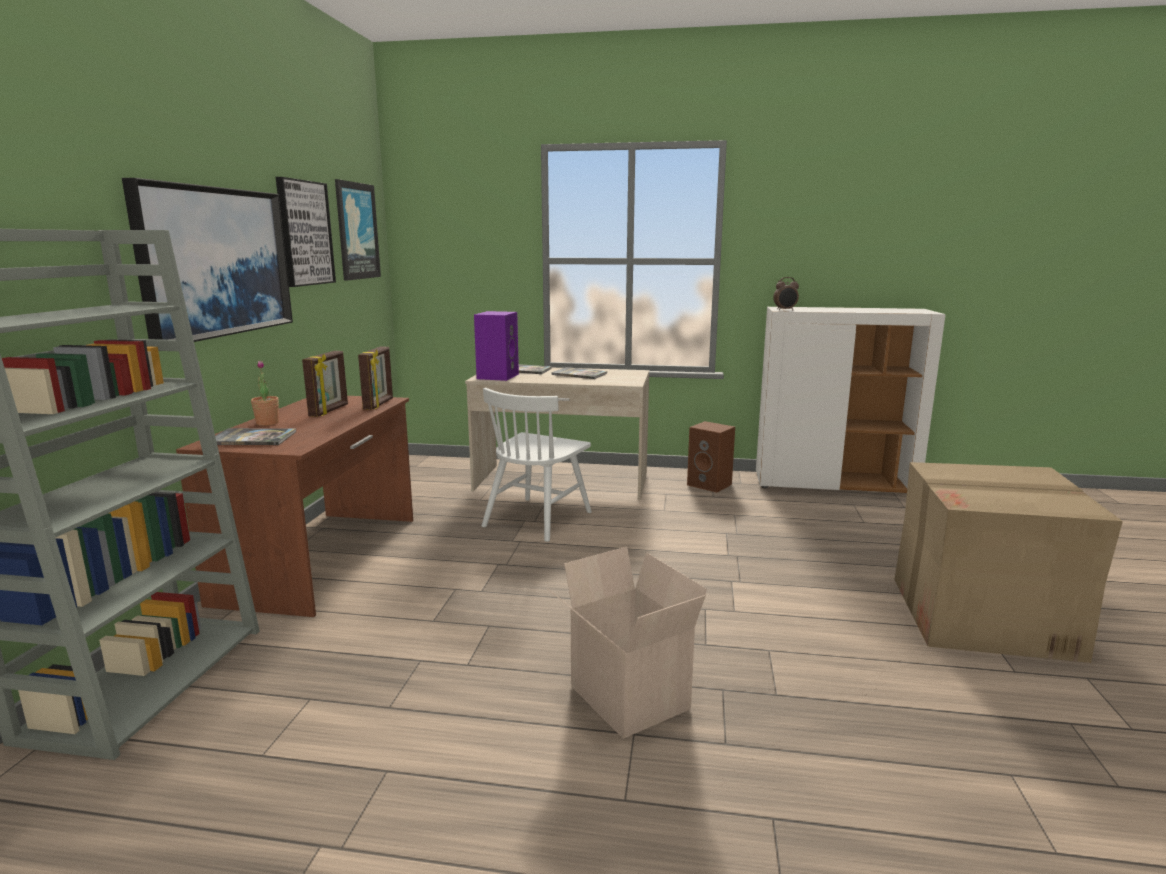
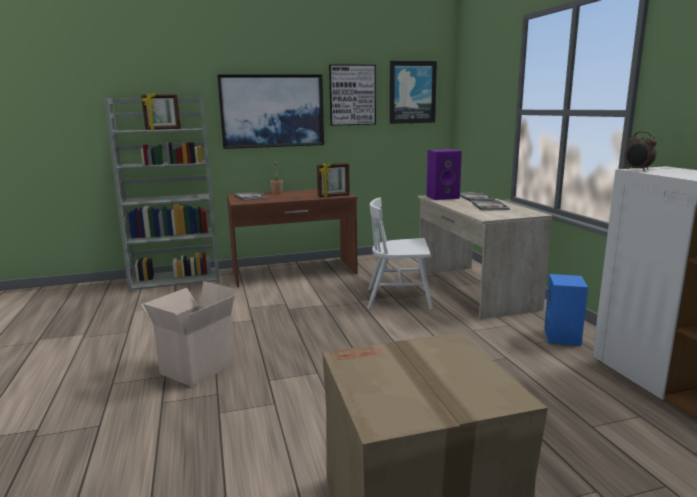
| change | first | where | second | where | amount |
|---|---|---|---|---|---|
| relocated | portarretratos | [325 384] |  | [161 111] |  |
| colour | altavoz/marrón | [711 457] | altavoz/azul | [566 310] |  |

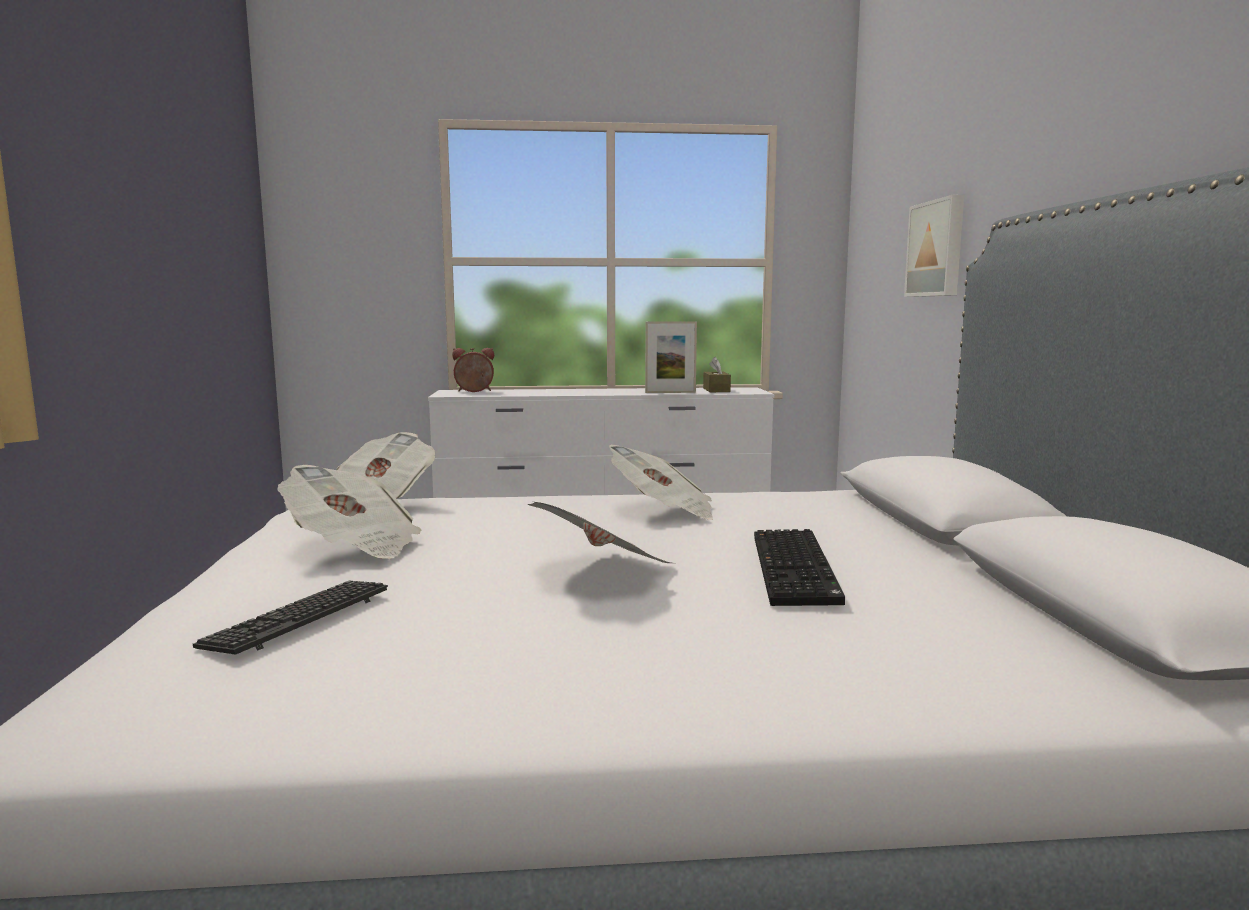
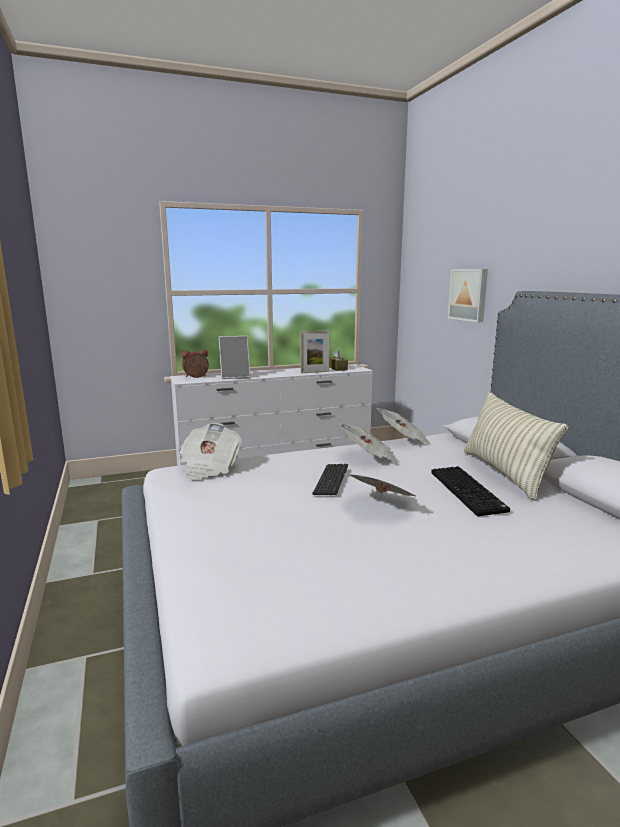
| change | first | where | second | where | amount |
|---|---|---|---|---|---|
| appeared |  |  | portarretratos | [235 357] |  |
| appeared |  |  | cojín | [516 446] |  |
| relocated | teclado | [290 618] |  | [330 479] |  |
| relocated | periódico | [349 512] |  | [404 426] |  |

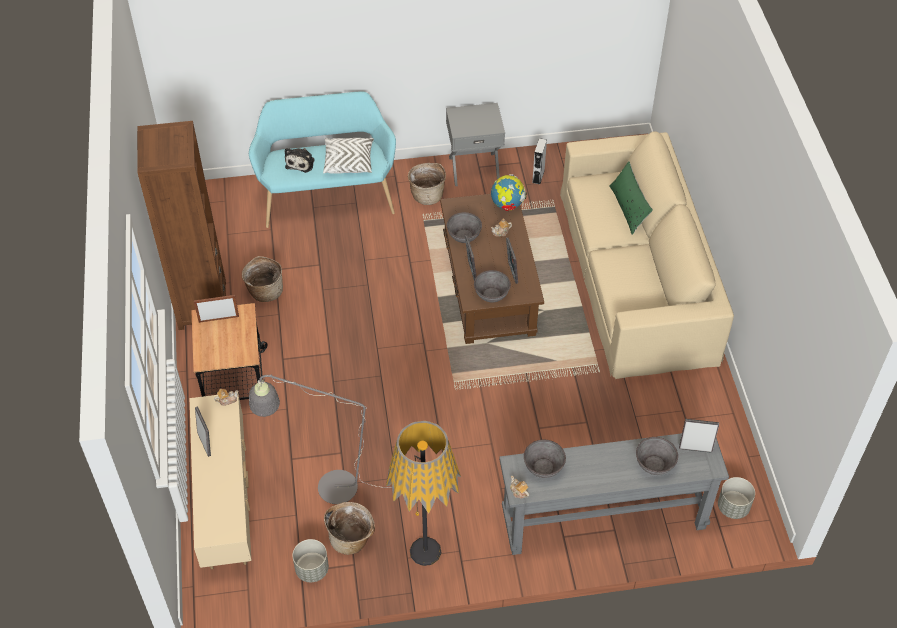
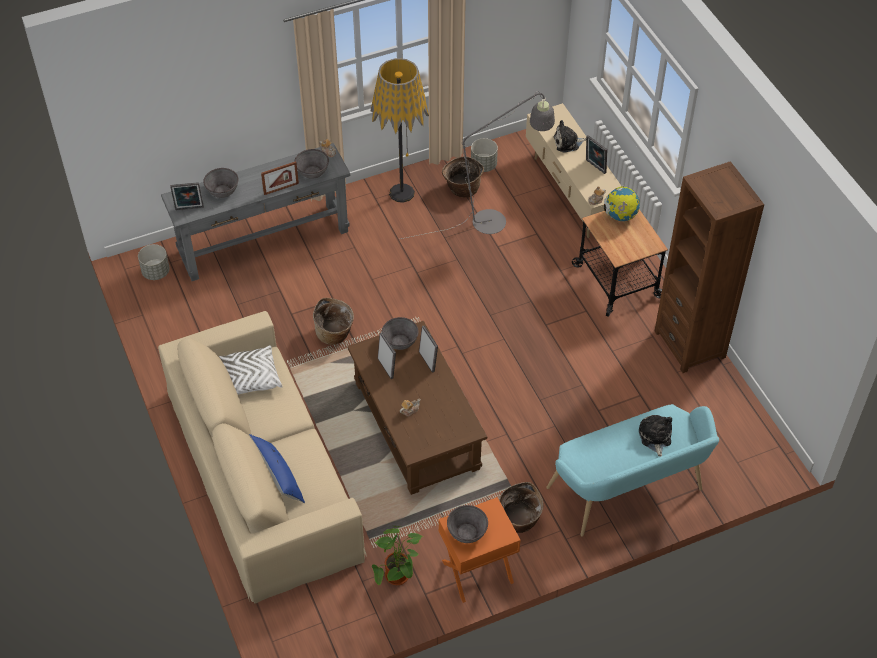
| change | first | where | second | where | amount |
|---|---|---|---|---|---|
| appeared |  |  | peluche | [569 136] |  |
| relocated | portarretratos | [216 309] |  | [280 178] |  |
| relocated | cesta | [262 279] |  | [333 321] |  |
| relocated | cojín/blanco | [348 156] |  | [251 370] |  |
| relocated | cuenco/gris | [464 227] |  | [467 524] |  |
| relocated | globo terráqueo | [509 192] |  | [622 203] |  |
| exchanged | altavoz/gris | [539 161] | planta en maceta | [397 555] |  |
| colour | mesita de noche/gris | [475 144] | mesita de noche/naranja | [480 550] |  |
| colour | cojín/verde | [631 198] | cojín/azul | [277 468] |  |

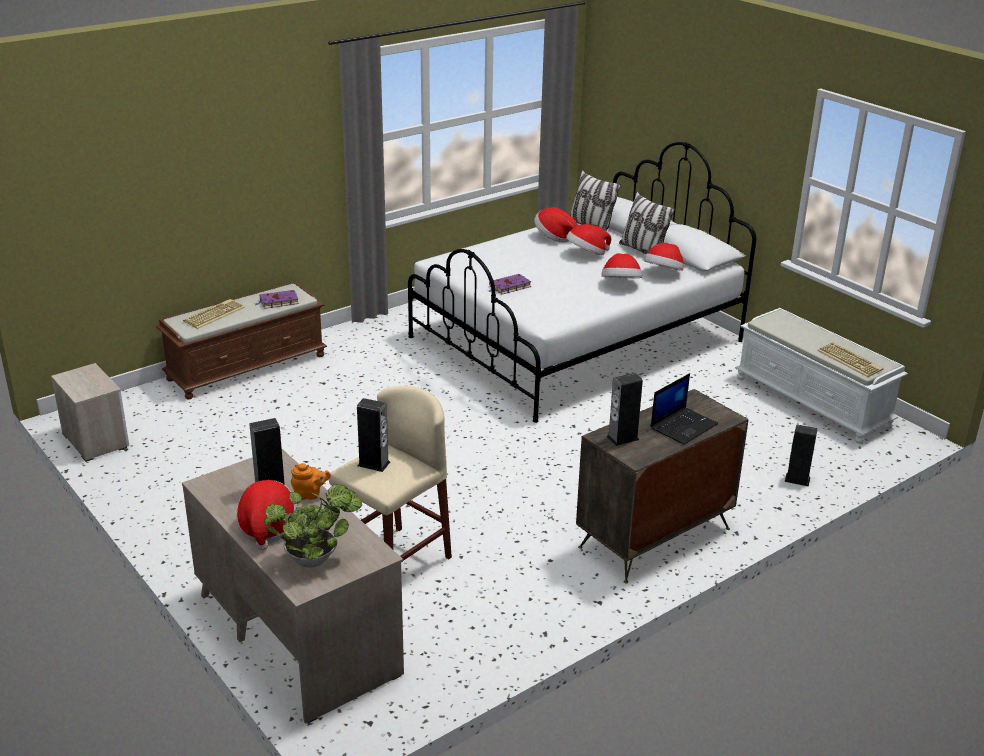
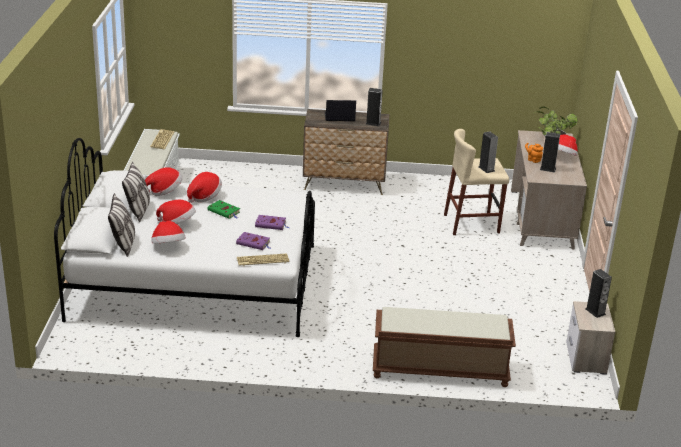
| change | first | where | second | where | amount |
|---|---|---|---|---|---|
| appeared |  |  | libro/verde | [224 209] |  |
| relocated | teclado | [214 314] |  | [263 259] |  |
| relocated | libro/morado | [277 299] |  | [253 241] |  |
| relocated | altavoz | [801 455] |  | [599 293] |  |

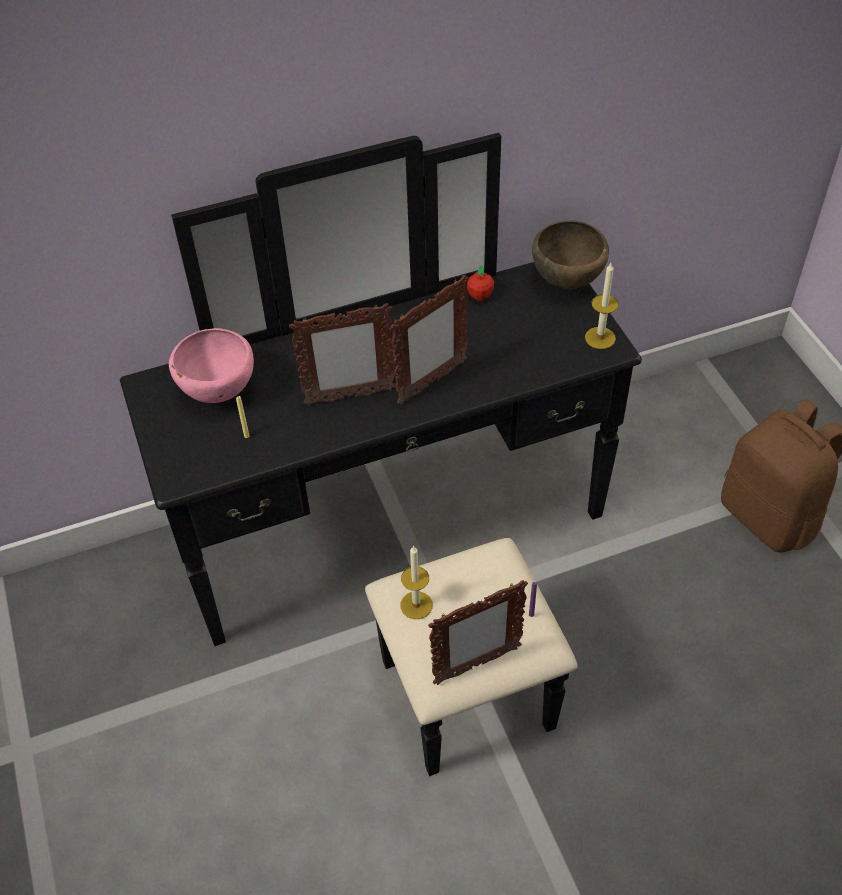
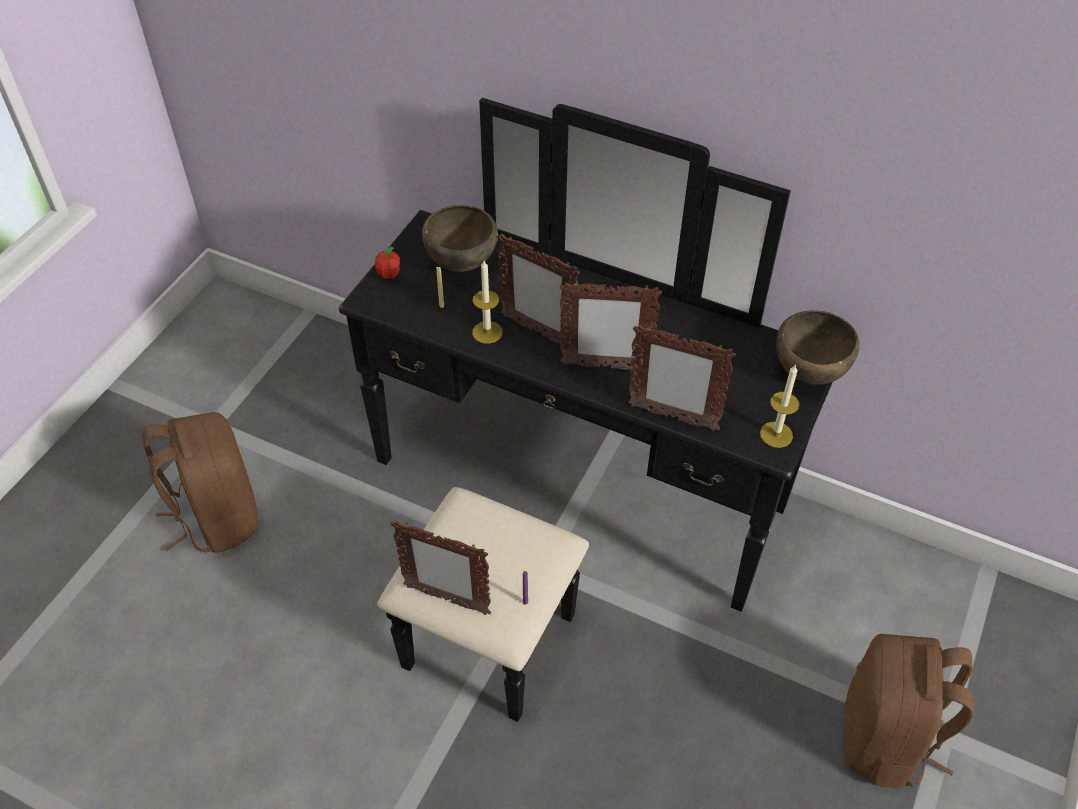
| change | first | where | second | where | amount |
|---|---|---|---|---|---|
| appeared |  |  | mochila/marrón | [200 482] |  |
| appeared |  |  | portarretratos | [682 377] |  |
| relocated | vela | [416 582] |  | [487 302] |  |
| relocated | manzana | [480 283] |  | [387 263] |  |
| colour | cuenco/rosa | [211 365] | cuenco/marrón | [460 238] |  |

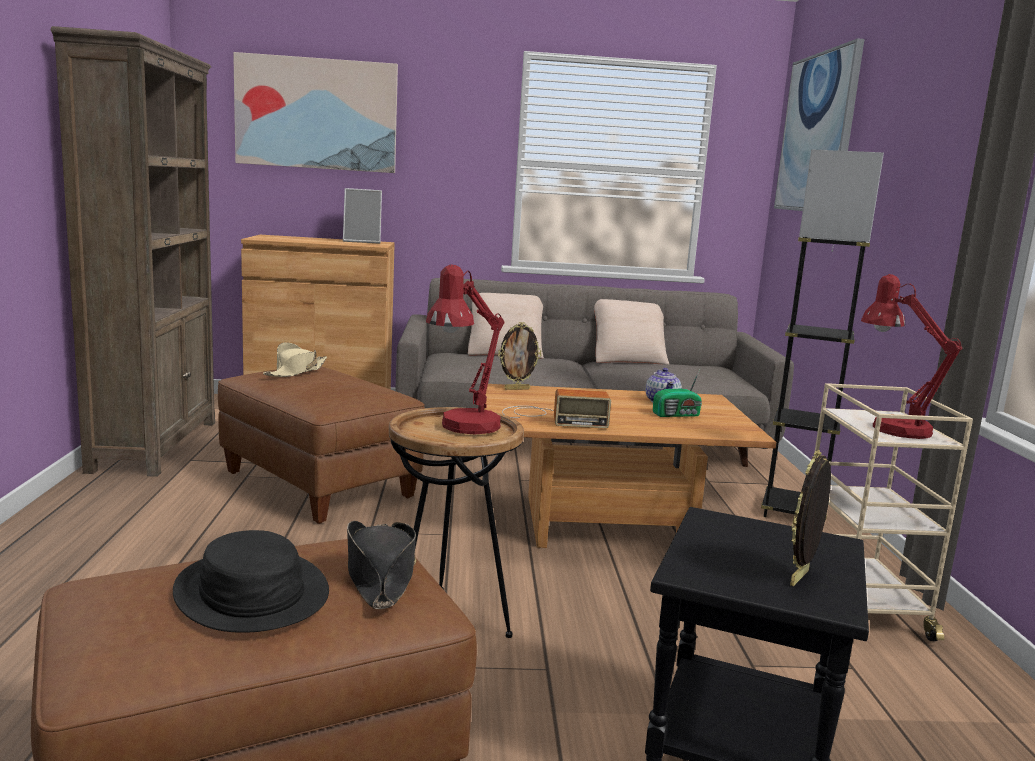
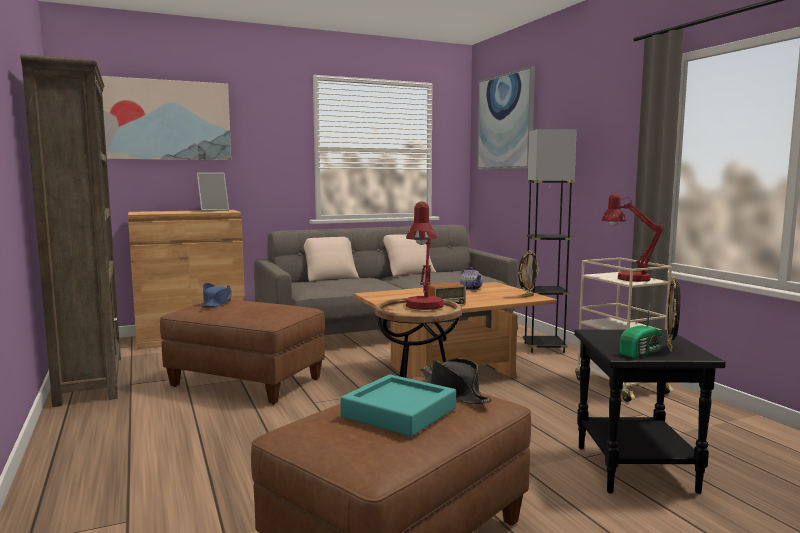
| change | first | where | second | where | amount |
|---|---|---|---|---|---|
| relocated | portarretratos | [520 356] |  | [528 274] |  |
| relocated | radio | [677 393] |  | [641 330] |  |
| exchanged | sombrero/negro | [251 581] | bandeja/turquesa | [398 405] |  |
| colour | sombrero/beis | [295 359] | sombrero/azul | [216 295] |  |

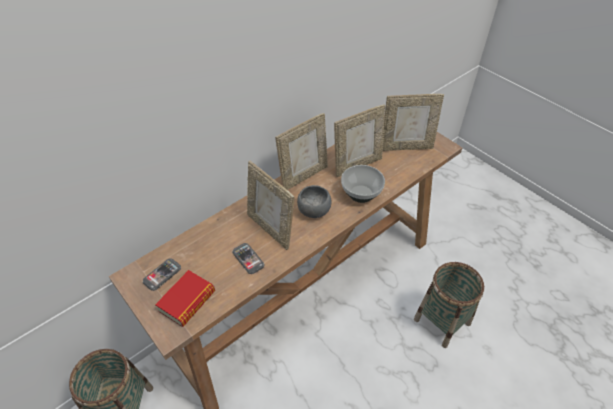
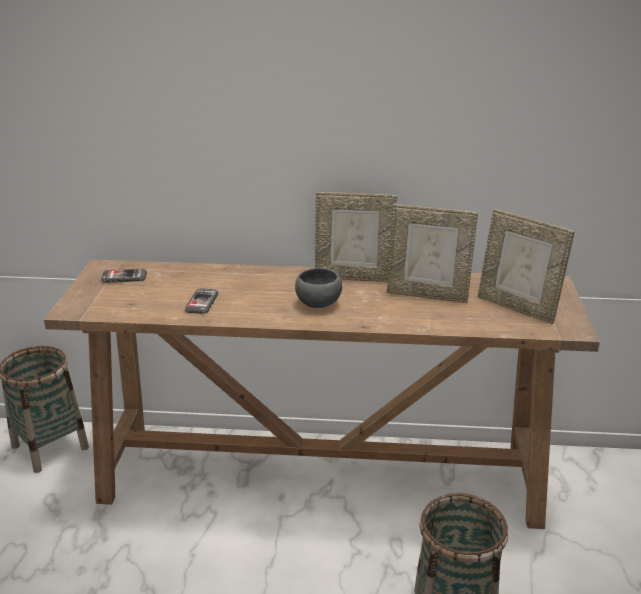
| change | first | where | second | where | amount |
|---|---|---|---|---|---|
| missing | libro | [185 298] |  |  |  |
| missing | portarretratos | [270 205] |  |  |  |
| missing | cuenco | [363 184] |  |  |  |

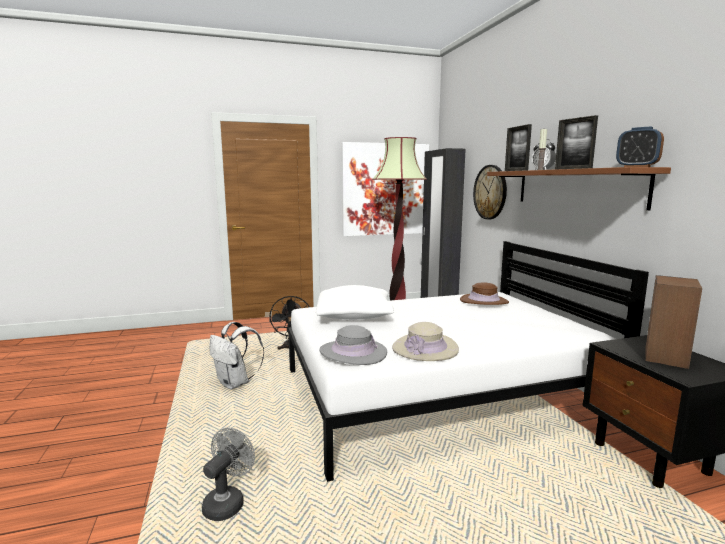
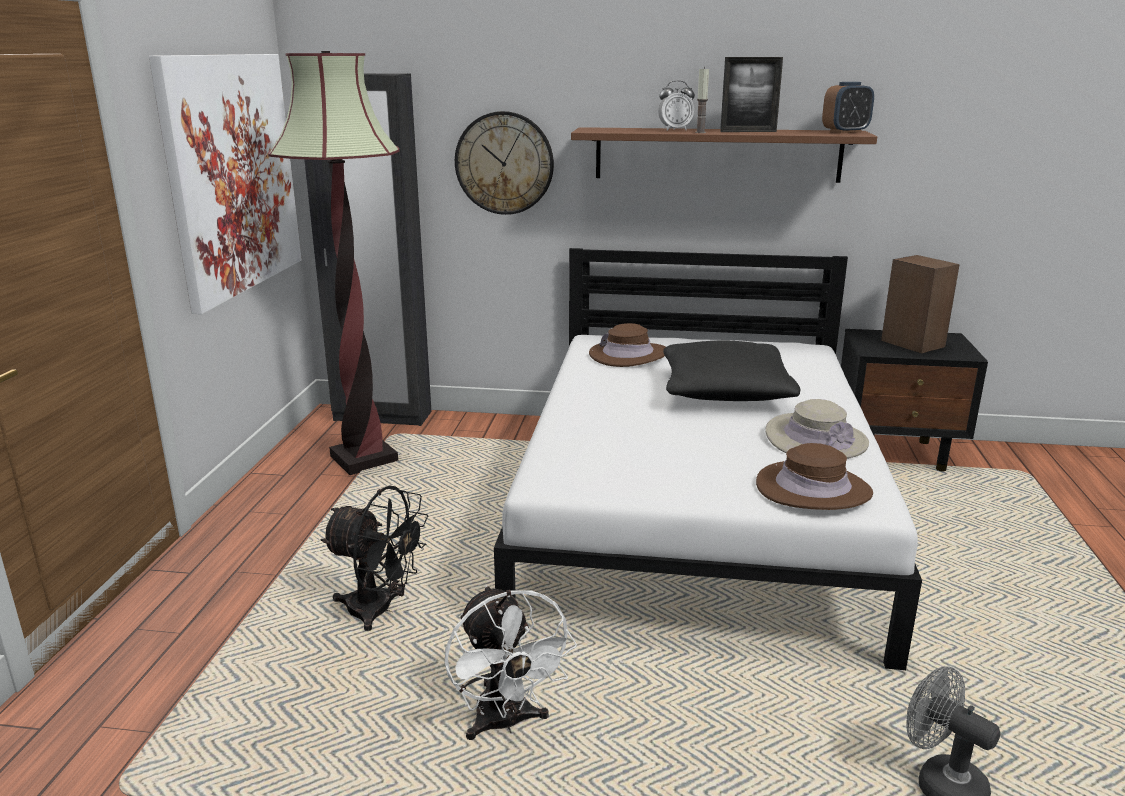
| change | first | where | second | where | amount |
|---|---|---|---|---|---|
| missing | cojín/blanco | [355 302] |  |  |  |
| missing | portarretratos | [518 147] |  |  |  |
| appeared |  |  | cojín/negro | [731 371] |  |
| exchanged | mochila/blanco | [236 355] | ventilador/blanco | [511 663] |  |
| colour | sombrero/gris | [353 345] | sombrero/marrón | [814 476] |  |

